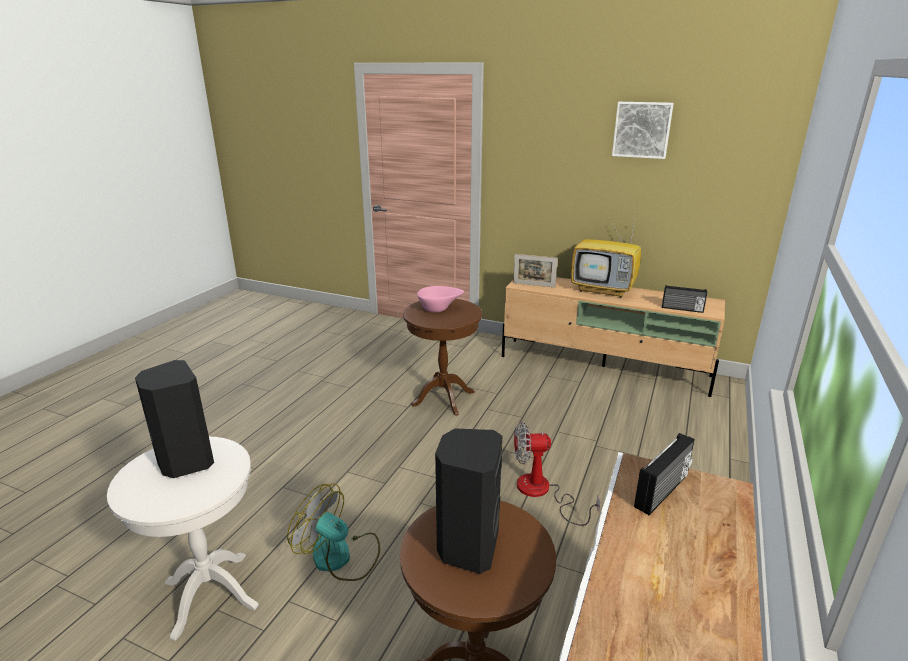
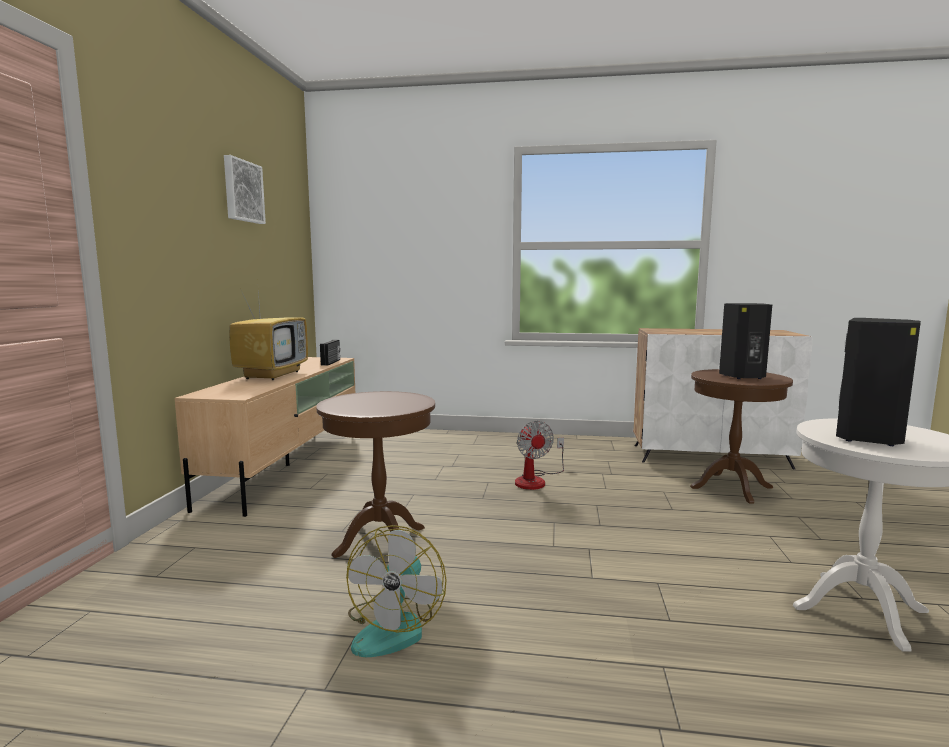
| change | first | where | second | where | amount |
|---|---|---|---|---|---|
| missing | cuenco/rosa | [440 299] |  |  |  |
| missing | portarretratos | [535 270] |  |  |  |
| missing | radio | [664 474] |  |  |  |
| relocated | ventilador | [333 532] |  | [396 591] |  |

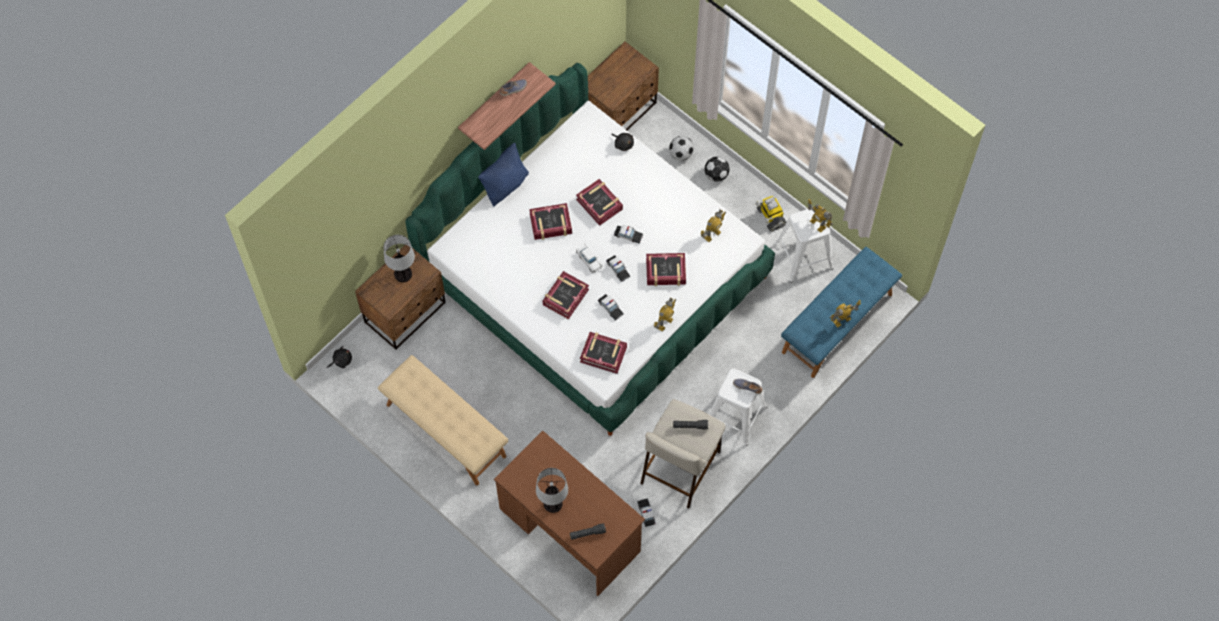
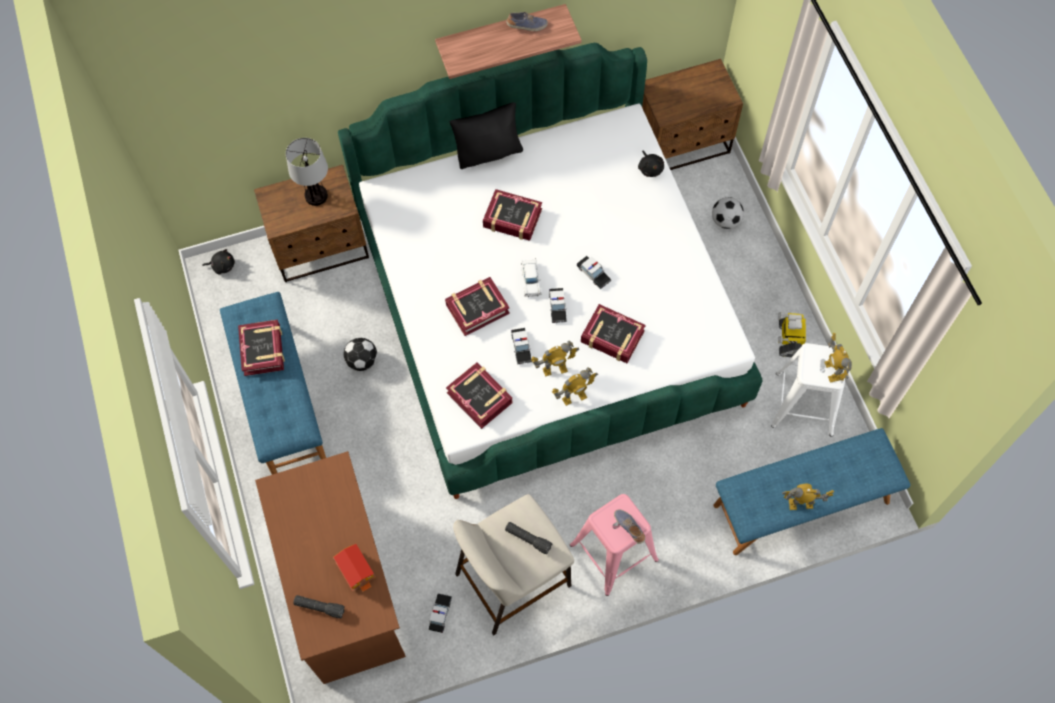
| change | first | where | second | where | amount |
|---|---|---|---|---|---|
| missing | lámpara de mesa | [552 490] |  |  |  |
| appeared |  |  | casita | [354 568] |  |
| relocated | libro | [599 202] |  | [261 348] |  |
| relocated | robot de juguete | [713 225] |  | [555 359] |  |
| relocated | balón de fútbol | [717 169] |  | [360 354] |  |
| colour | banco/beis | [443 420] | banco/azul | [273 383] |  |
| colour | cojín/azul | [503 175] | cojín/negro | [486 135] |  |
| colour | taburete/blanco | [738 407] | taburete/rosa | [614 545] |  |

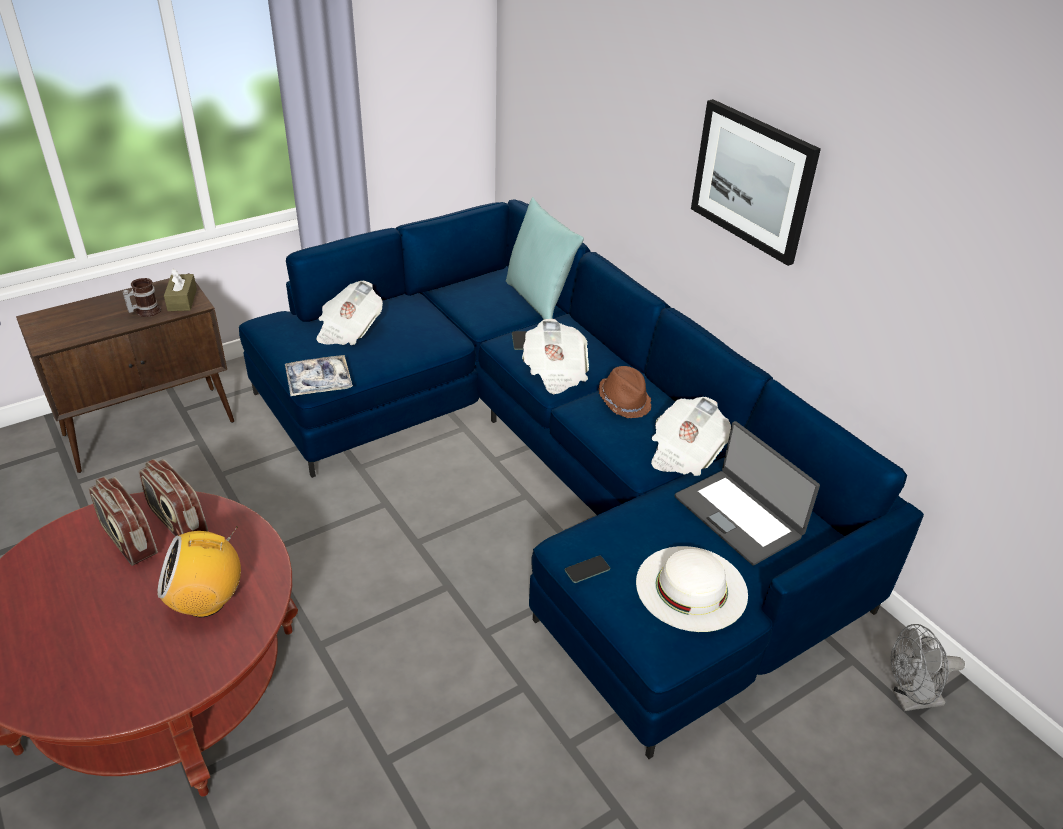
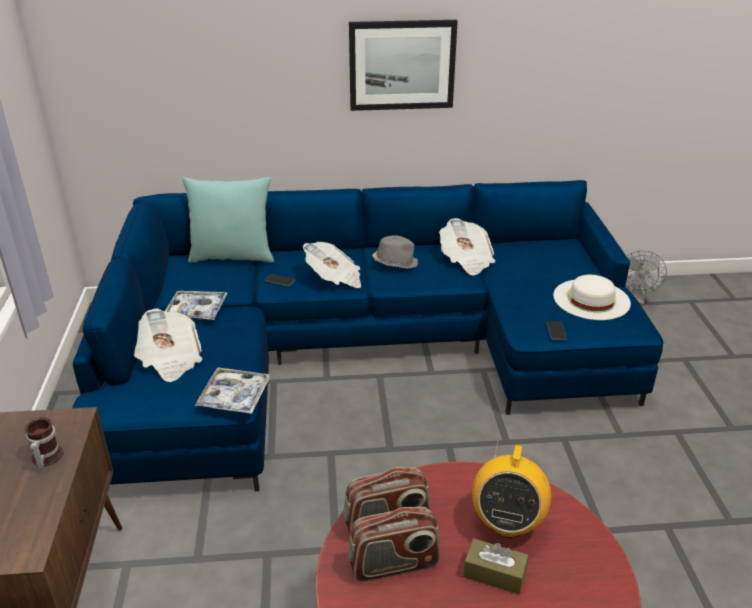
| change | first | where | second | where | amount |
|---|---|---|---|---|---|
| missing | portátil | [747 493] |  |  |  |
| appeared |  |  | bandeja | [196 305] |  |
| relocated | caja de pañuelos/marrón | [180 290] |  | [496 566] |  |
| colour | sombrero/marrón | [625 392] | sombrero/gris | [395 252] |  |

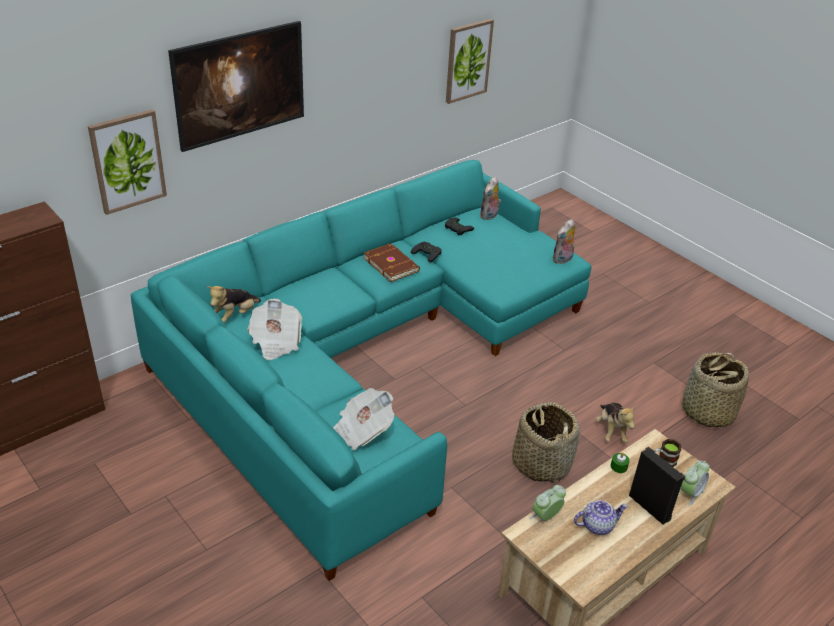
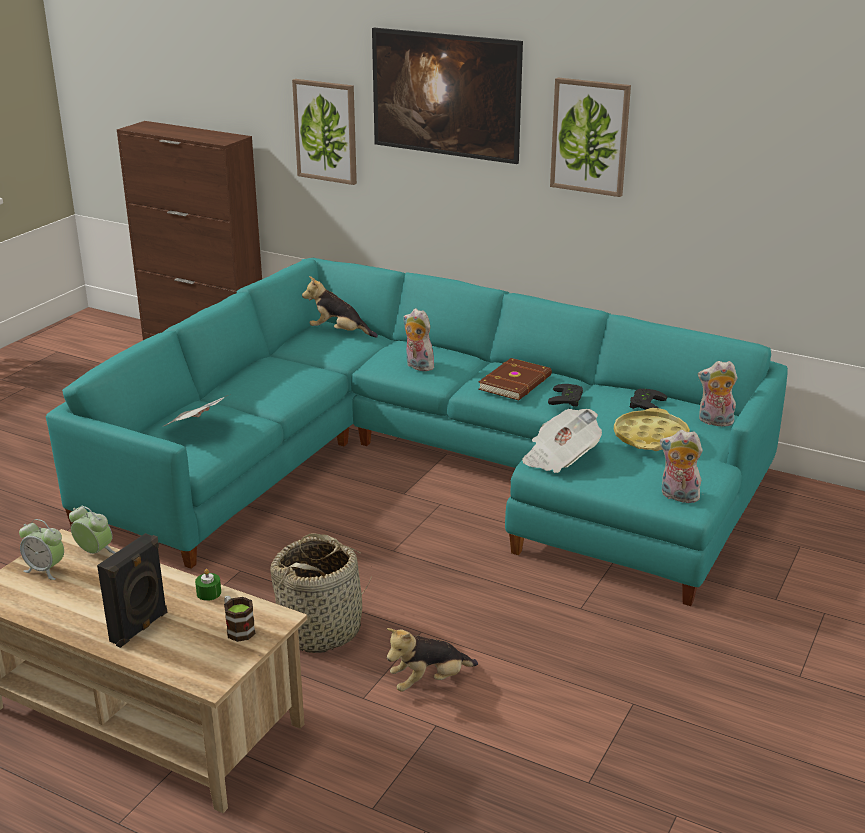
| change | first | where | second | where | amount |
|---|---|---|---|---|---|
| missing | tetera | [601 517] |  |  |  |
| missing | cesta | [715 389] |  |  |  |
| appeared |  |  | peluche | [418 340] |  |
| appeared |  |  | bandeja/amarillo | [652 429] |  |
| relocated | periódico | [275 329] |  | [562 441] |  |
| relocated | cuadro | [470 61] |  | [590 137] |  |
| relocated | despertador | [695 482] |  | [41 549] |  |

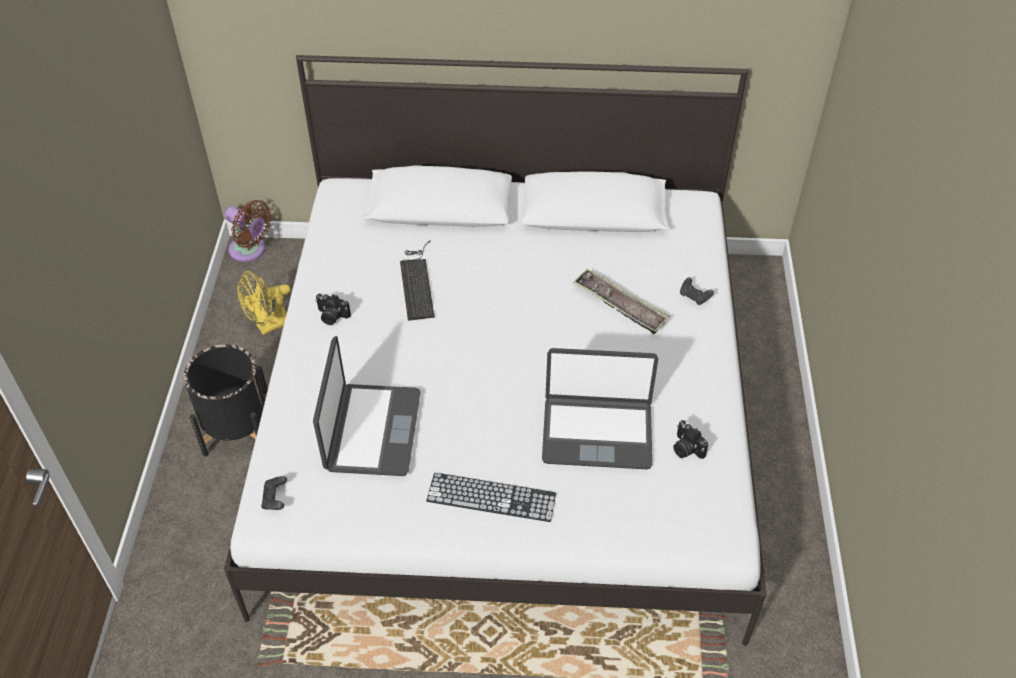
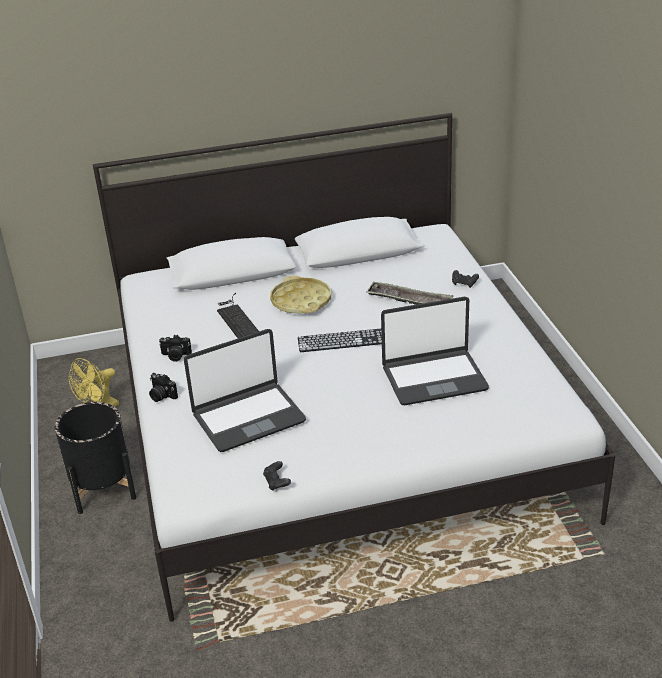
| change | first | where | second | where | amount |
|---|---|---|---|---|---|
| missing | ventilador/marrón | [248 231] |  |  |  |
| appeared |  |  | bandeja/amarillo | [300 295] |  |
| relocated | mando de consola/negro | [274 493] |  | [277 476] |  |
| relocated | teclado | [491 497] |  | [340 340] |  |
| relocated | cámara | [690 439] |  | [163 387] |  |
| spun | portátil | [367 406] |  | [245 390] | 75 degrees clockwise |

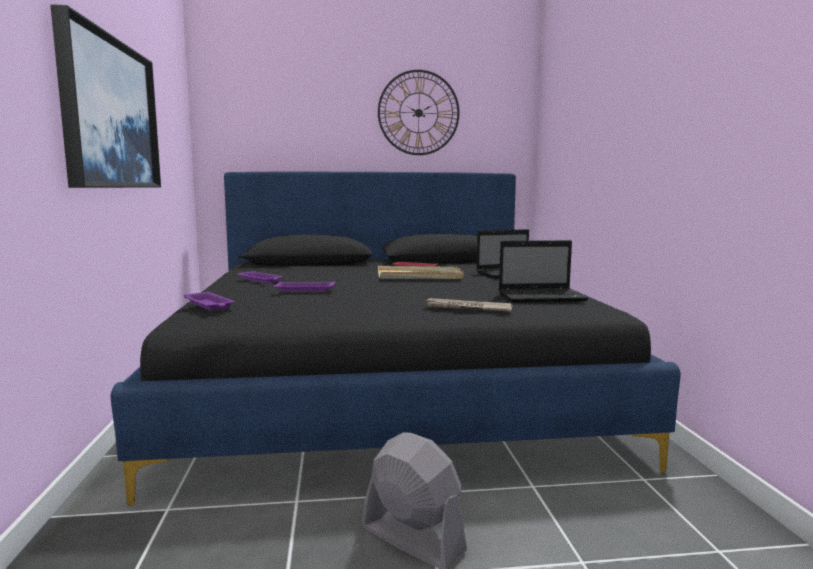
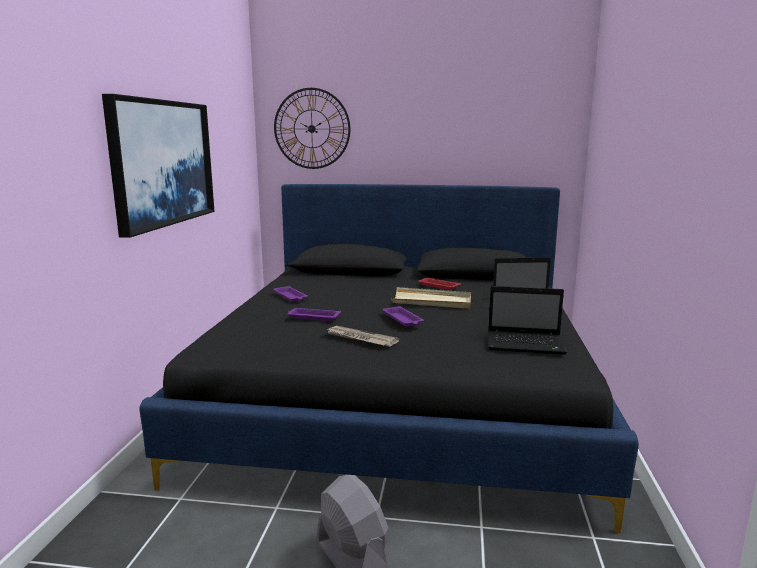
| change | first | where | second | where | amount |
|---|---|---|---|---|---|
| relocated | bandeja/morado | [209 301] |  | [403 316] |  |
| relocated | reloj de pared | [419 112] |  | [312 128] |  |
| relocated | periódico | [468 305] |  | [363 336] |  |

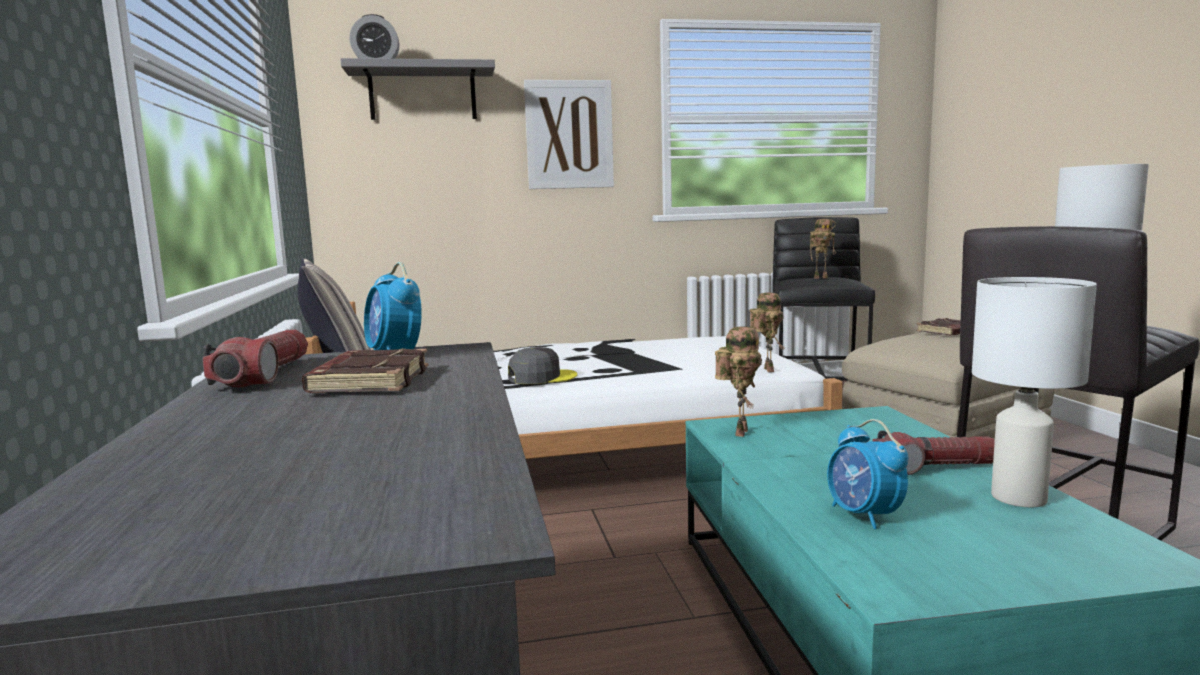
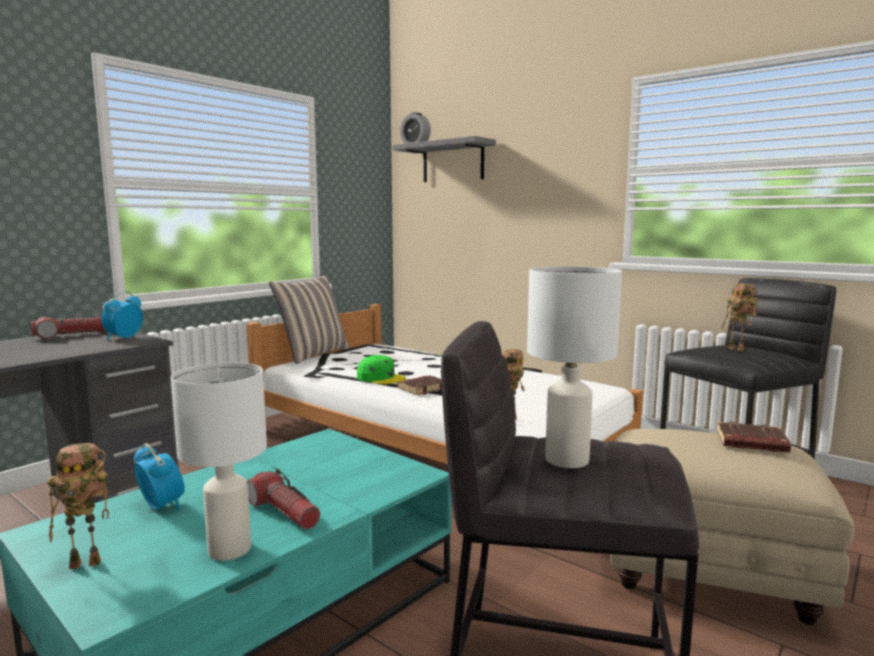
| change | first | where | second | where | amount |
|---|---|---|---|---|---|
| missing | cuadro | [569 134] |  |  |  |
| relocated | libro/marrón | [365 370] |  | [419 385] |  |
| relocated | robot de juguete | [738 382] |  | [78 506] |  |
| colour | gorra/gris | [542 365] | gorra/verde | [381 369] |  |
| spun | despertador | [868 474] |  | [159 477] | 105 degrees clockwise |

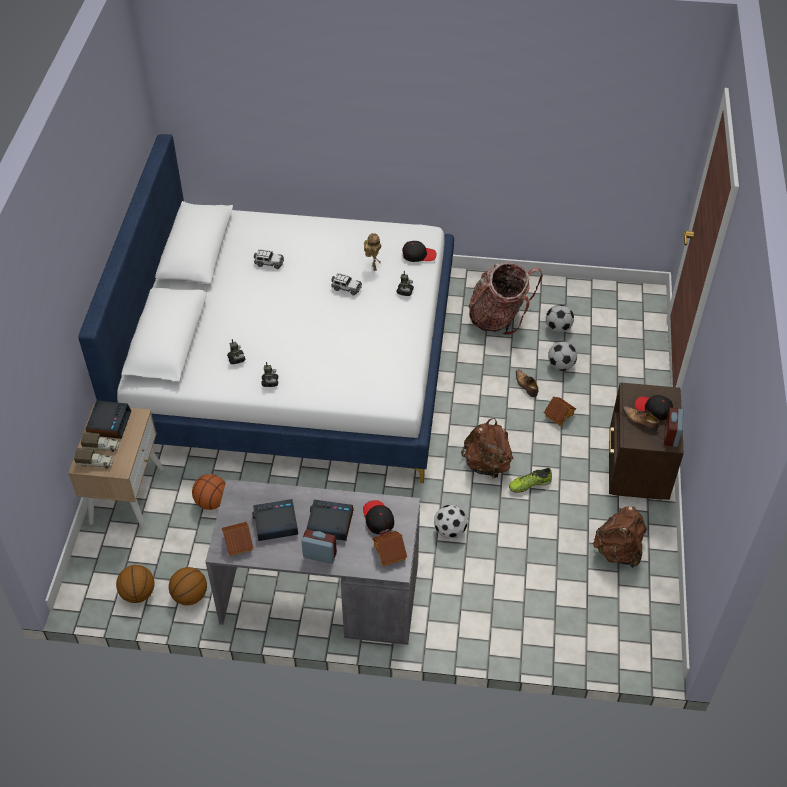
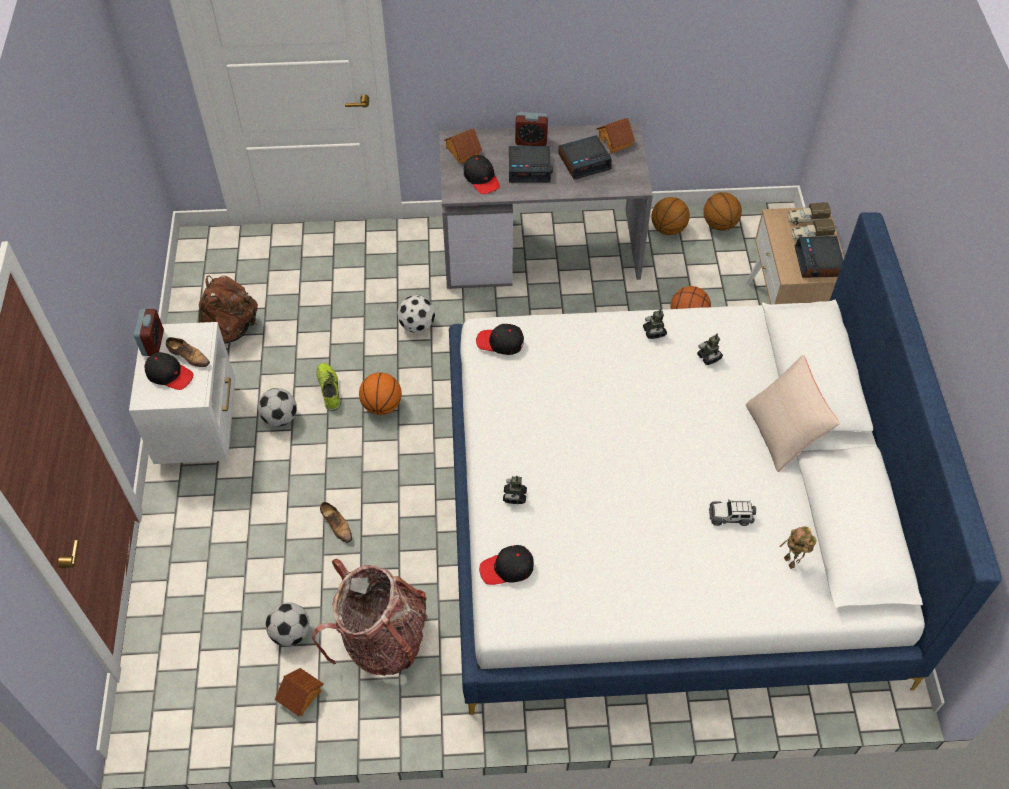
| change | first | where | second | where | amount |
|---|---|---|---|---|---|
| missing | coche de juguete | [346 284] |  |  |  |
| appeared |  |  | gorra/negro | [500 339] |  |
| appeared |  |  | cojín/beis | [793 413] |  |
| relocated | robot de juguete | [373 252] |  | [798 547] |  |
| relocated | casita | [560 411] |  | [299 692] |  |
| relocated | balón de fútbol | [562 356] |  | [277 407] |  |
| exchanged | mochila/marrón | [487 448] | balón de baloncesto | [380 393] |  |
| colour | mesita de noche/marrón | [646 441] | mesita de noche/blanco | [182 393] |  |
| spun | zapato | [530 480] |  | [328 387] | 75 degrees counterclockwise |

